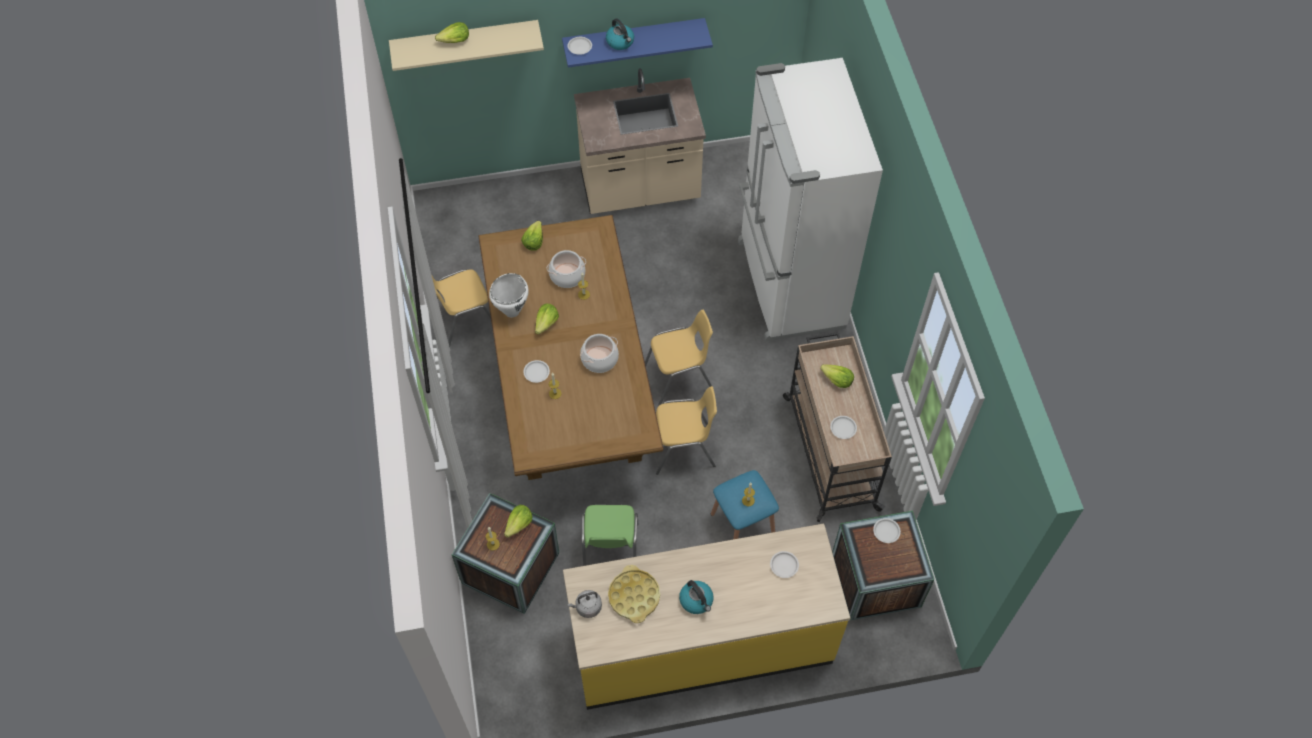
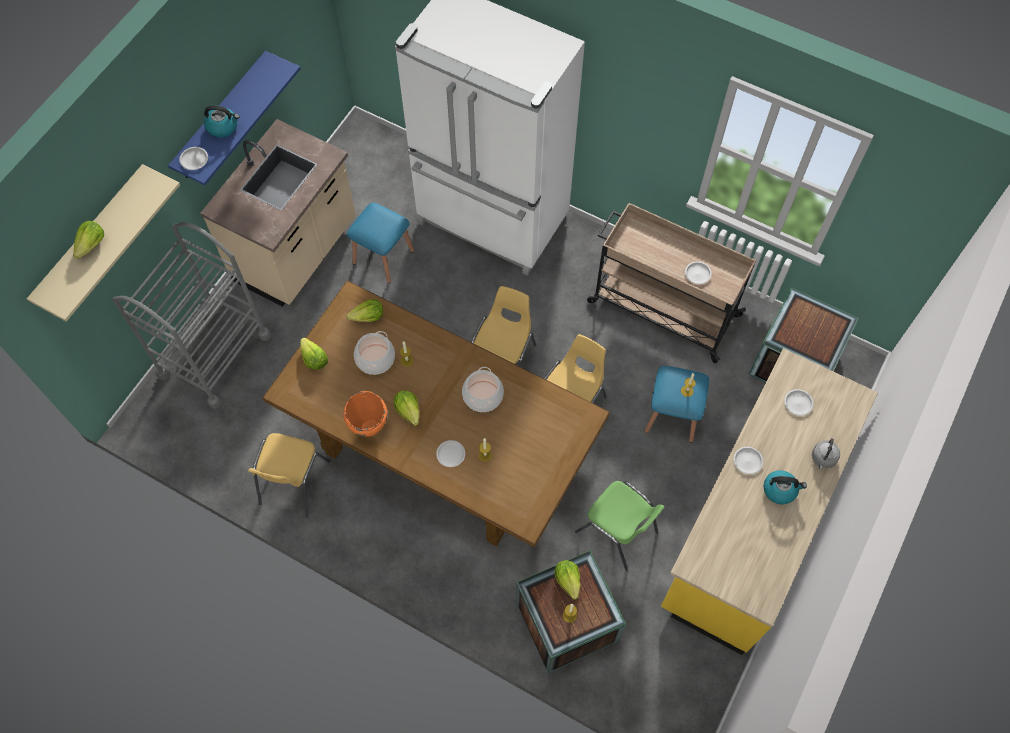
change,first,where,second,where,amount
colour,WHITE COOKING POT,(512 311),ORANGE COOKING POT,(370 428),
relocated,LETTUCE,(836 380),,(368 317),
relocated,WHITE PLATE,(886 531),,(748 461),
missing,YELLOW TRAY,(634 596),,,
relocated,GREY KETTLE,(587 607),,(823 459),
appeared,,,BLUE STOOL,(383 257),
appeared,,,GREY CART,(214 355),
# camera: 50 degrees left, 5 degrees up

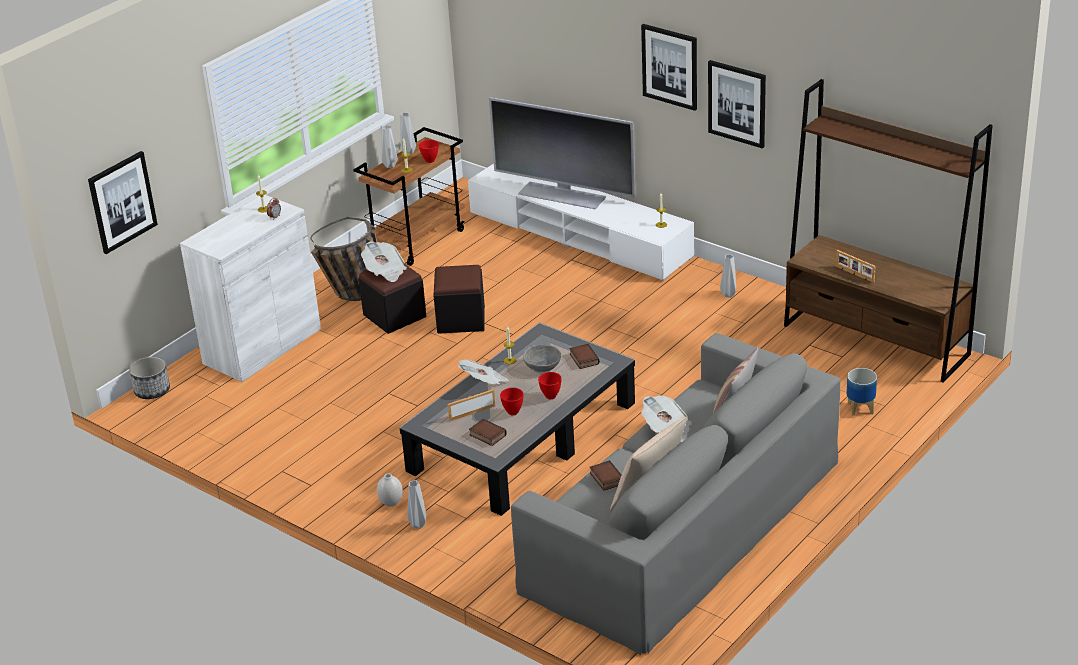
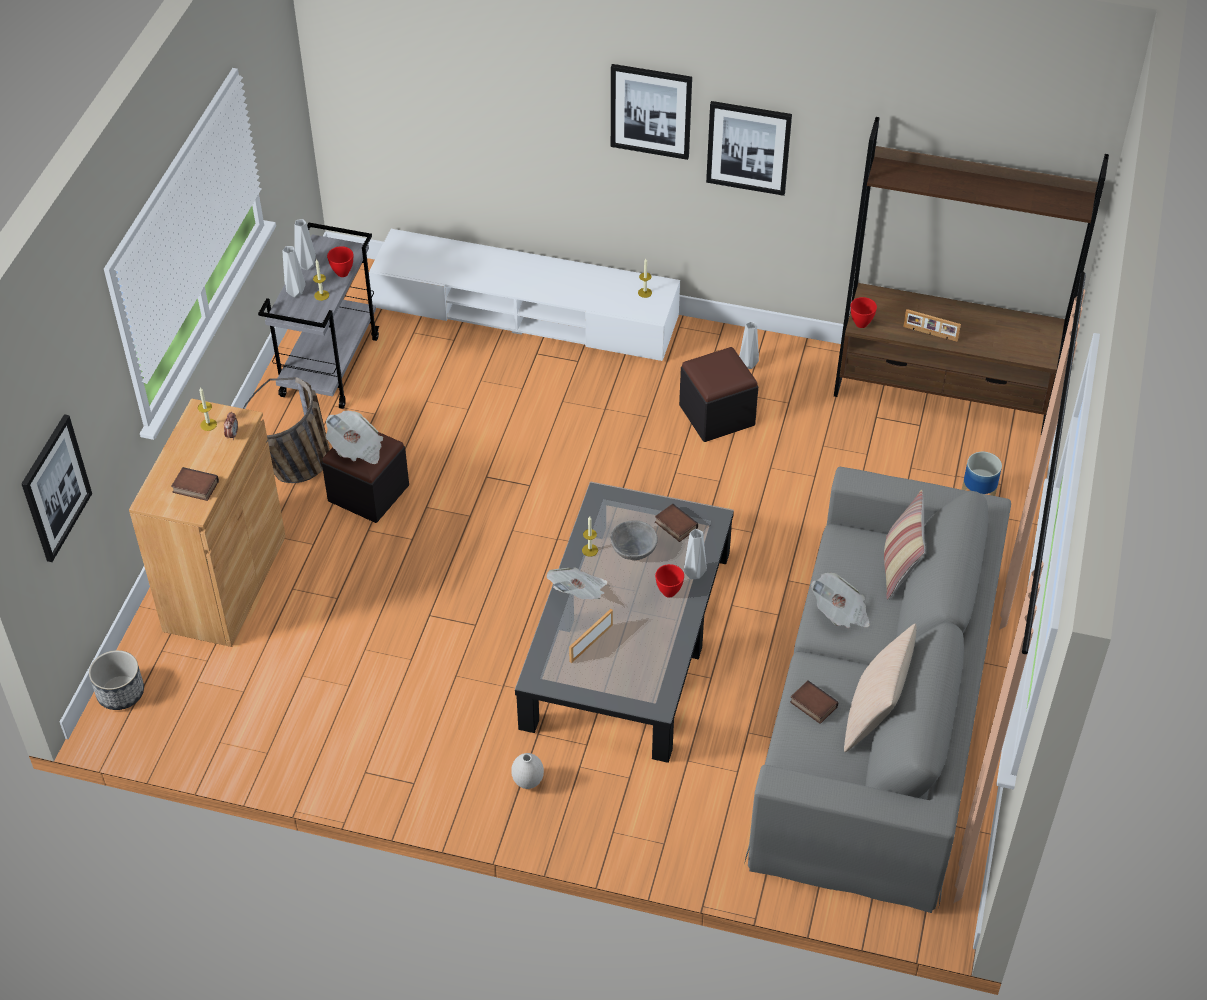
change,first,where,second,where,amount
missing,TELEVISION,(562 194),,,
colour,BROWN CART,(417 240),GREY CART,(329 366),
colour,WHITE CABINET,(262 346),BROWN CABINET,(225 583),
relocated,BLACK OTTOMAN,(461 319),,(717 415),
relocated,RED BOWL,(512 412),,(861 324),
relocated,BOOK,(486 435),,(194 487),
relocated,GREY VASE,(417 525),,(693 574),
# camera: 25 degrees left, 15 degrees up

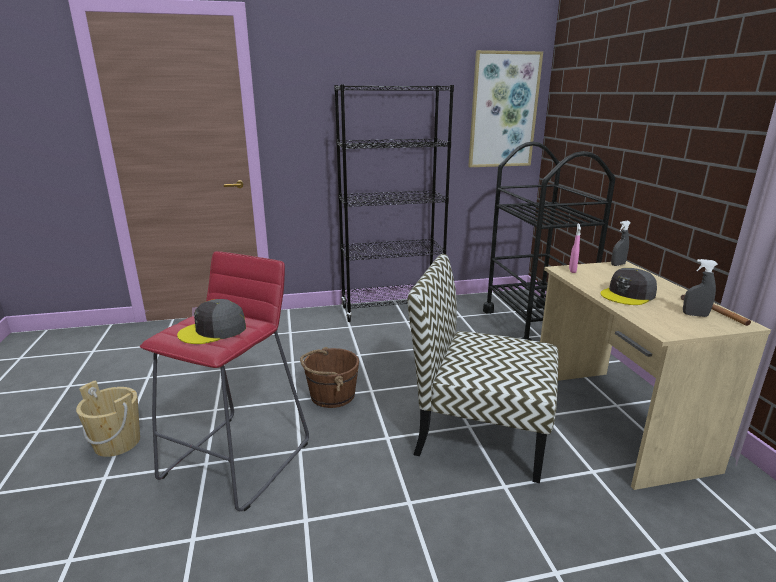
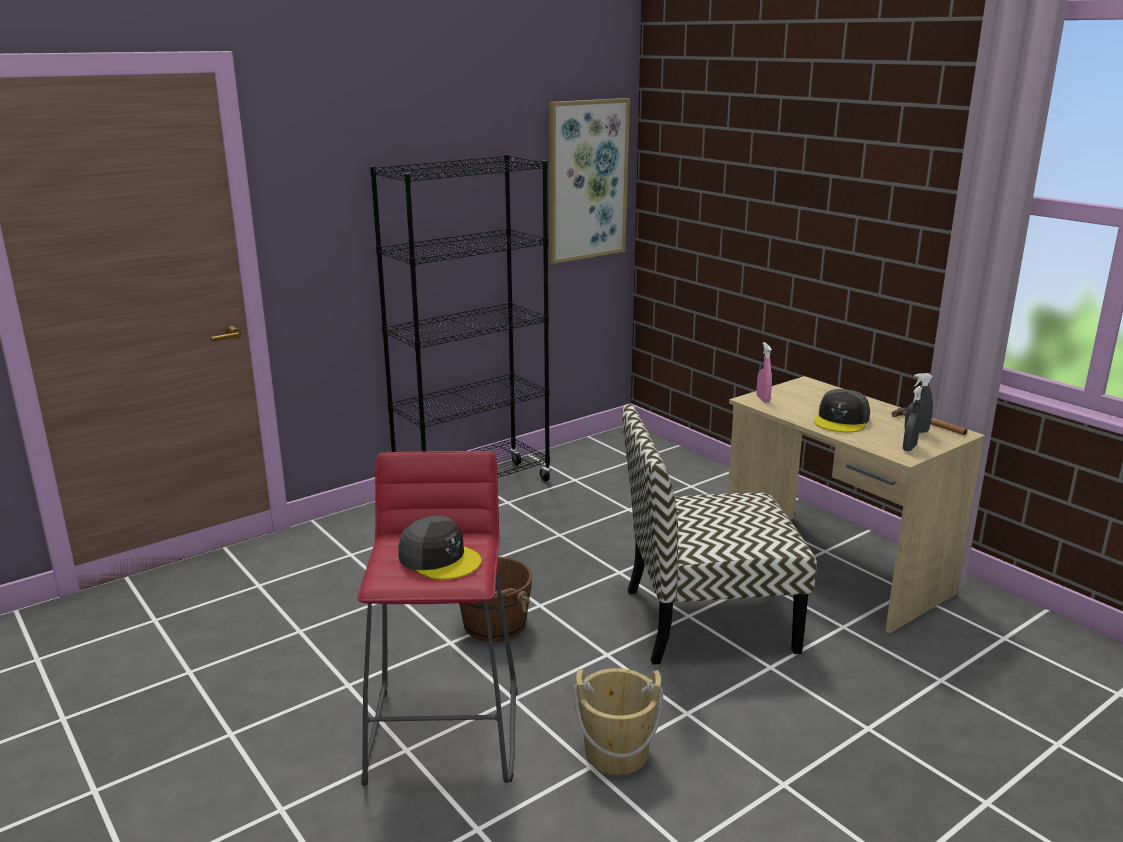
change,first,where,second,where,amount
missing,BLACK CART,(534 326),,,
relocated,GREY SPRAY BOTTLE,(618 264),,(909 448),
spun,GREY CAP,(213 330),,(439 559),90 degrees counterclockwise
relocated,BEIGE BUCKET,(117 443),,(616 753),
# camera: 25 degrees left, 0 degrees up

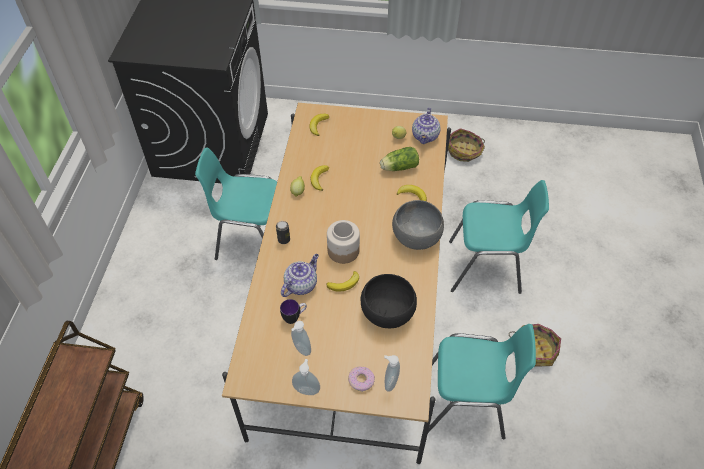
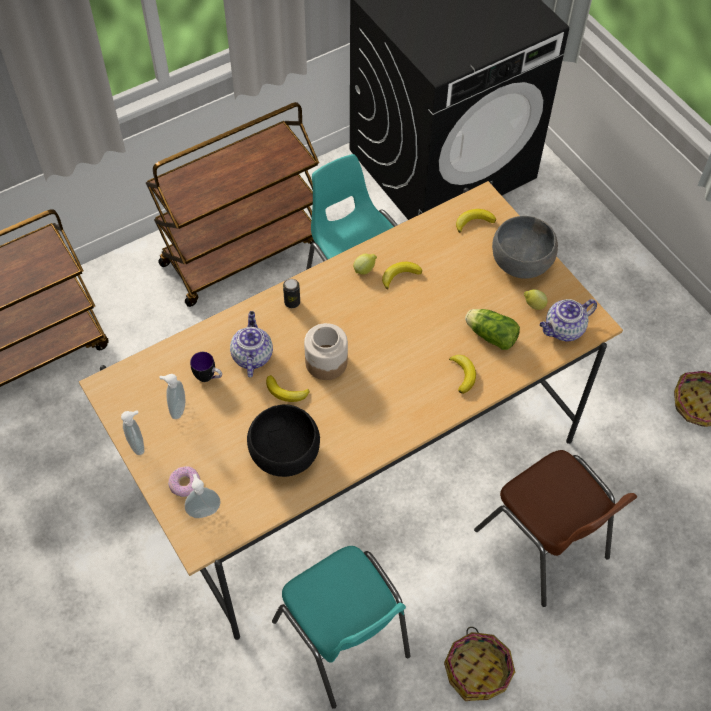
change,first,where,second,where,amount
colour,TURQUOISE CHAIR,(486 268),BROWN CHAIR,(544 546),
relocated,GREY BOWL,(416 236),,(522 262),
spun,TEAPOT,(301 284),,(252 355),90 degrees counterclockwise
appeared,,,BROWN CART,(242 252),
# camera: 50 degrees right, 5 degrees up

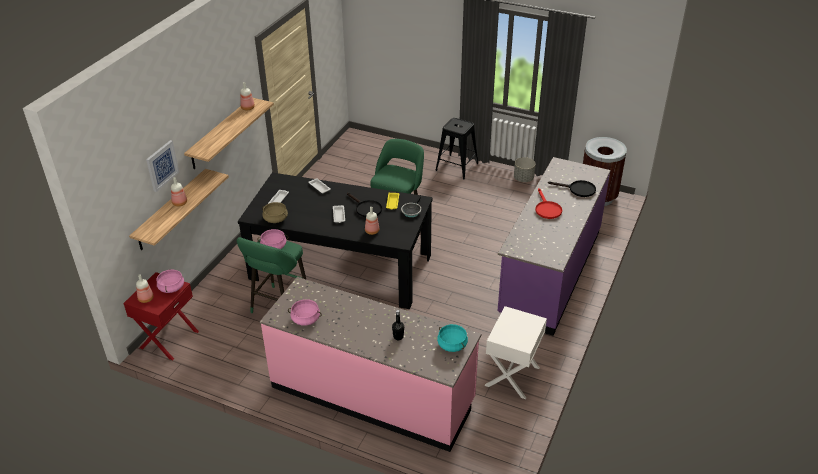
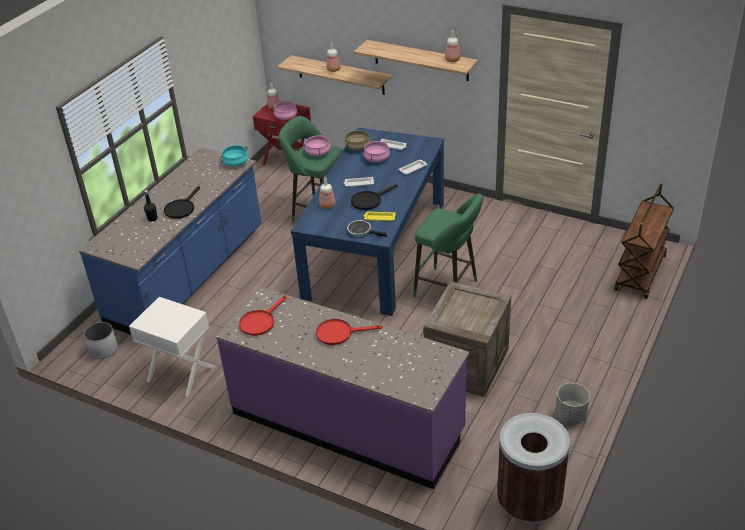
change,first,where,second,where,amount
missing,BLACK STOOL,(456 167),,,
missing,PICTURE,(162 165),,,
colour,BLACK DINING TABLE,(341 267),BLUE DINING TABLE,(376 249),
relocated,BLACK FRYING PAN,(578 190),,(181 208),
colour,PINK COUNTER,(372 394),BLUE COUNTER,(188 276),
relocated,PINK COOKING POT,(305 319),,(376 158),
relocated,TURQUOISE COOKING POT,(452 345),,(235 163),
appeared,,,BROWN CART,(640 273),
appeared,,,CRATE,(467 363),
appeared,,,RED FRYING PAN,(260 321),
appeared,,,WHITE PLANTER,(103 350),
# camera: 95 degrees right, 0 degrees up

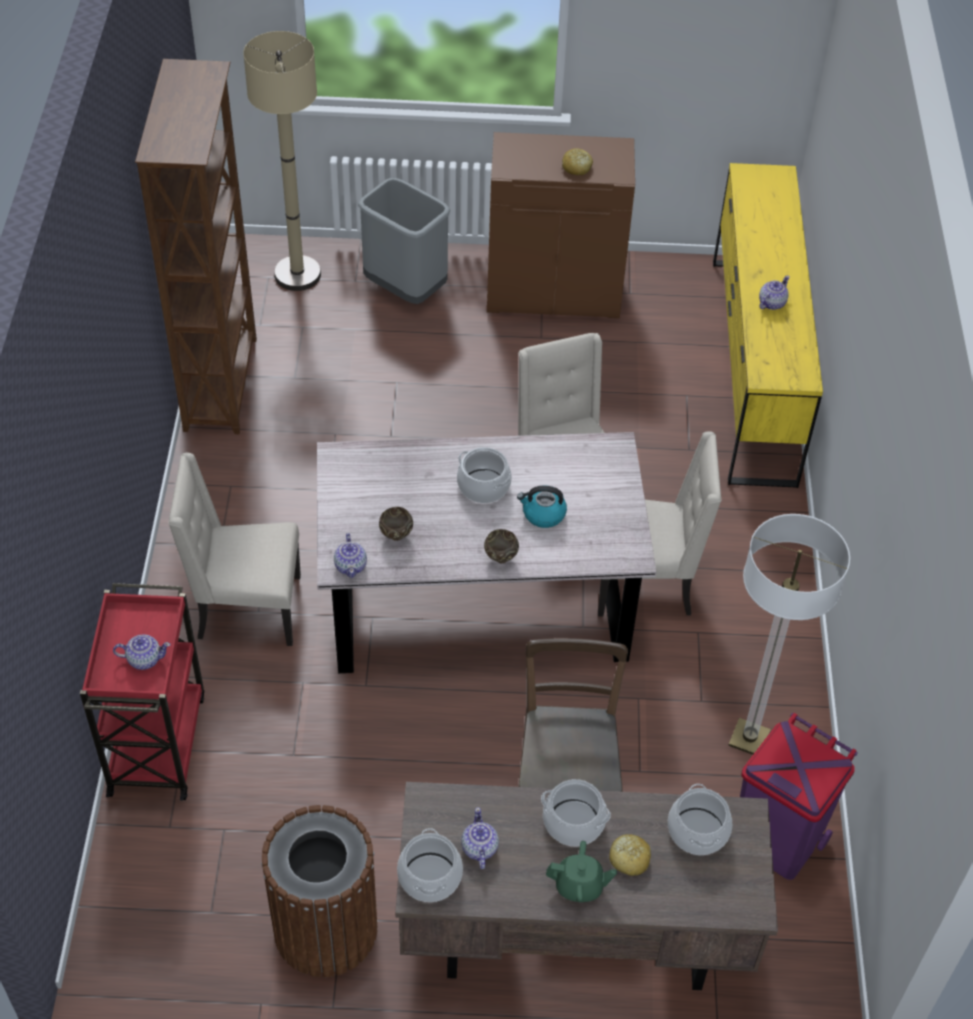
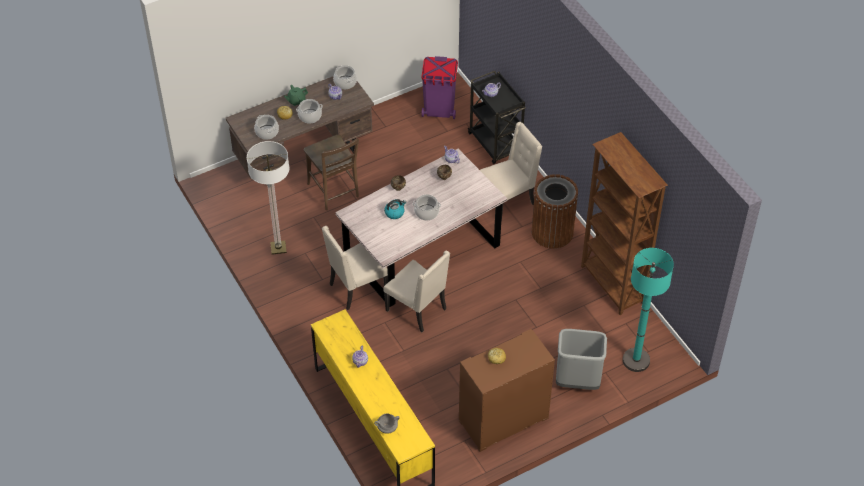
change,first,where,second,where,amount
colour,BEIGE FLOOR LAMP,(297 274),TURQUOISE FLOOR LAMP,(636 360),
colour,RED CART,(157 742),BLACK CART,(495 144),
relocated,PURPLE TRASH CAN,(776 839),,(439 110),
relocated,BROWN TRASH CAN,(325 928),,(552 232),
appeared,,,GREY COOKING POT,(387 428),
# camera: 150 degrees right, 0 degrees up

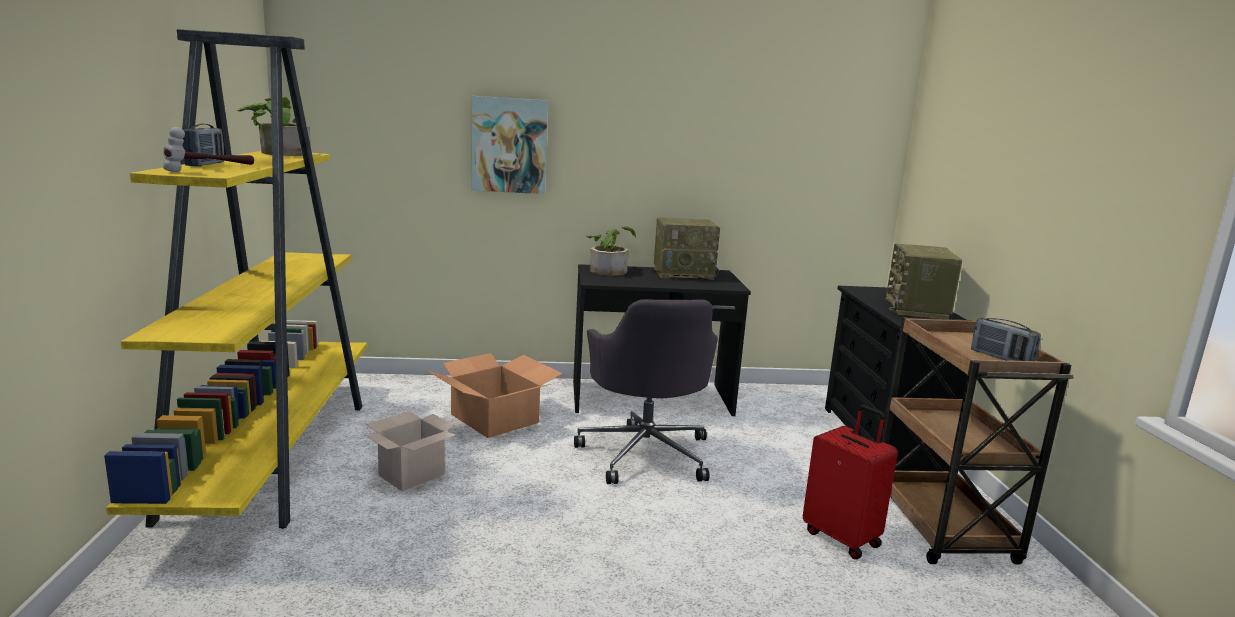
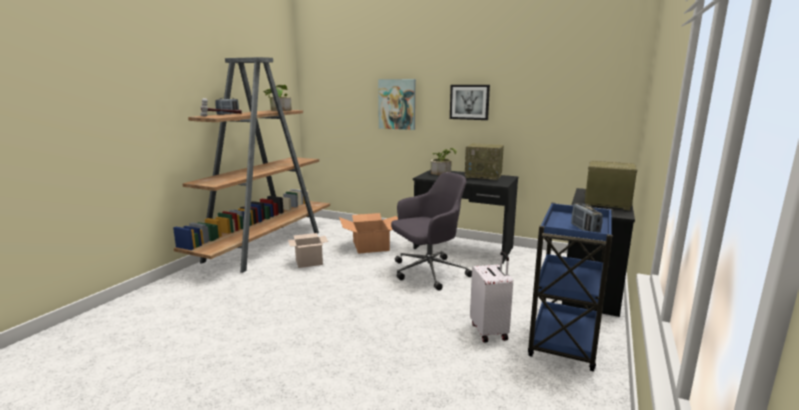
change,first,where,second,where,amount
colour,YELLOW BOOKCASE,(273 454),BROWN BOOKCASE,(265 246),
spun,RADIO,(917 309),,(606 204),75 degrees clockwise
spun,GREY OFFICE CHAIR,(646 453),,(428 272),135 degrees counterclockwise
colour,BROWN CART,(942 528),BLUE CART,(564 341),
colour,RED SUITCASE,(842 538),WHITE SUITCASE,(490 331),
appeared,,,PICTURE,(469 102),
# camera: 30 degrees right, 0 degrees up

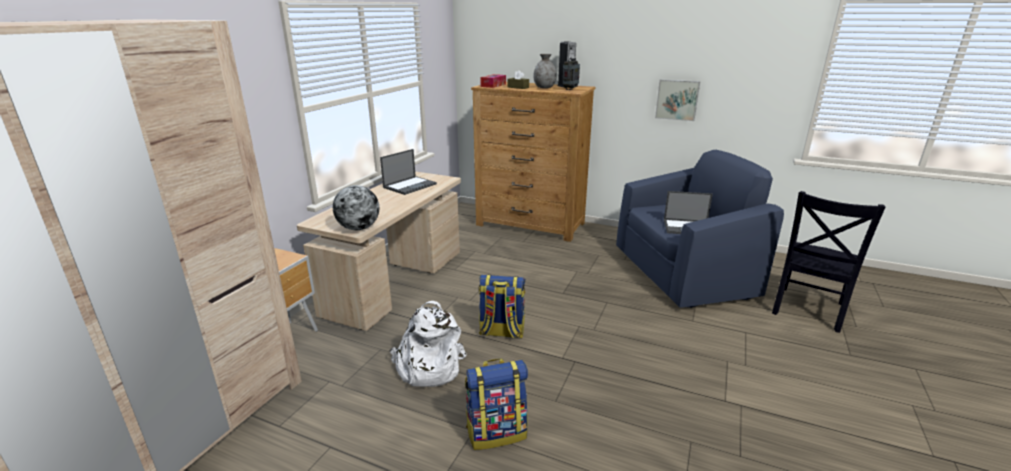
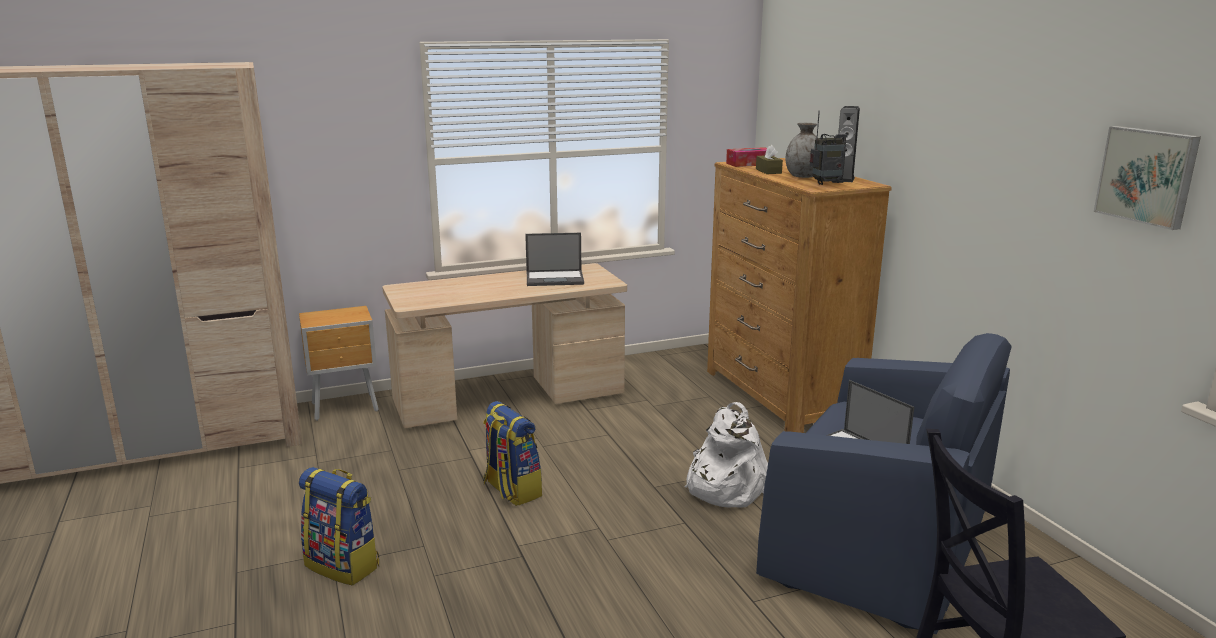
change,first,where,second,where,amount
relocated,PICTURE,(677 99),,(1147 176),
missing,GLOBE,(359 228),,,
relocated,WHITE BACKPACK,(428 367),,(724 487),
# camera: 45 degrees right, 5 degrees down

